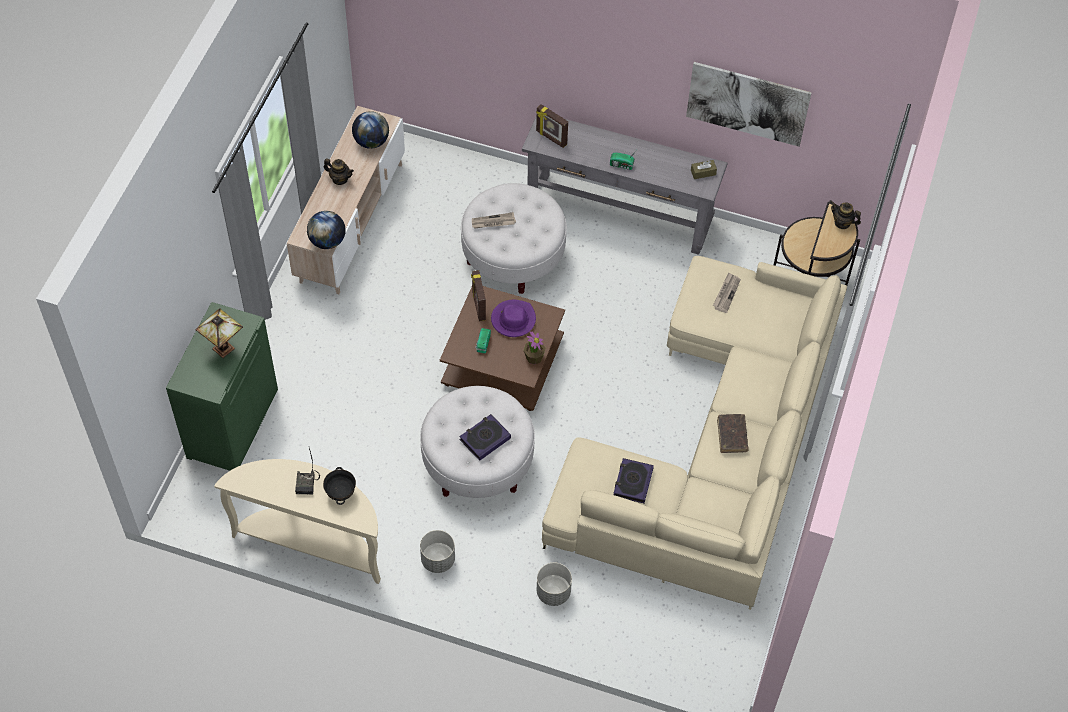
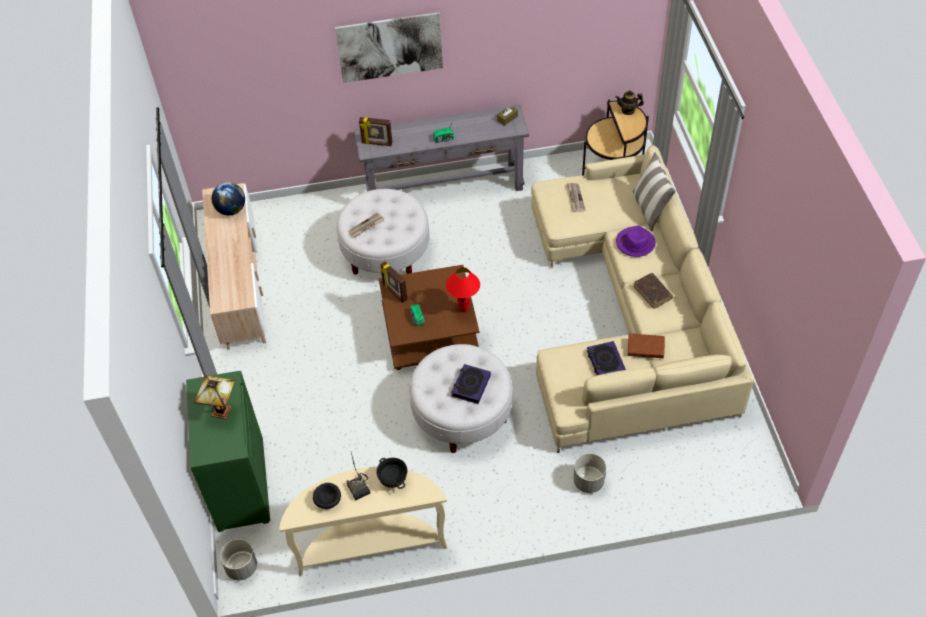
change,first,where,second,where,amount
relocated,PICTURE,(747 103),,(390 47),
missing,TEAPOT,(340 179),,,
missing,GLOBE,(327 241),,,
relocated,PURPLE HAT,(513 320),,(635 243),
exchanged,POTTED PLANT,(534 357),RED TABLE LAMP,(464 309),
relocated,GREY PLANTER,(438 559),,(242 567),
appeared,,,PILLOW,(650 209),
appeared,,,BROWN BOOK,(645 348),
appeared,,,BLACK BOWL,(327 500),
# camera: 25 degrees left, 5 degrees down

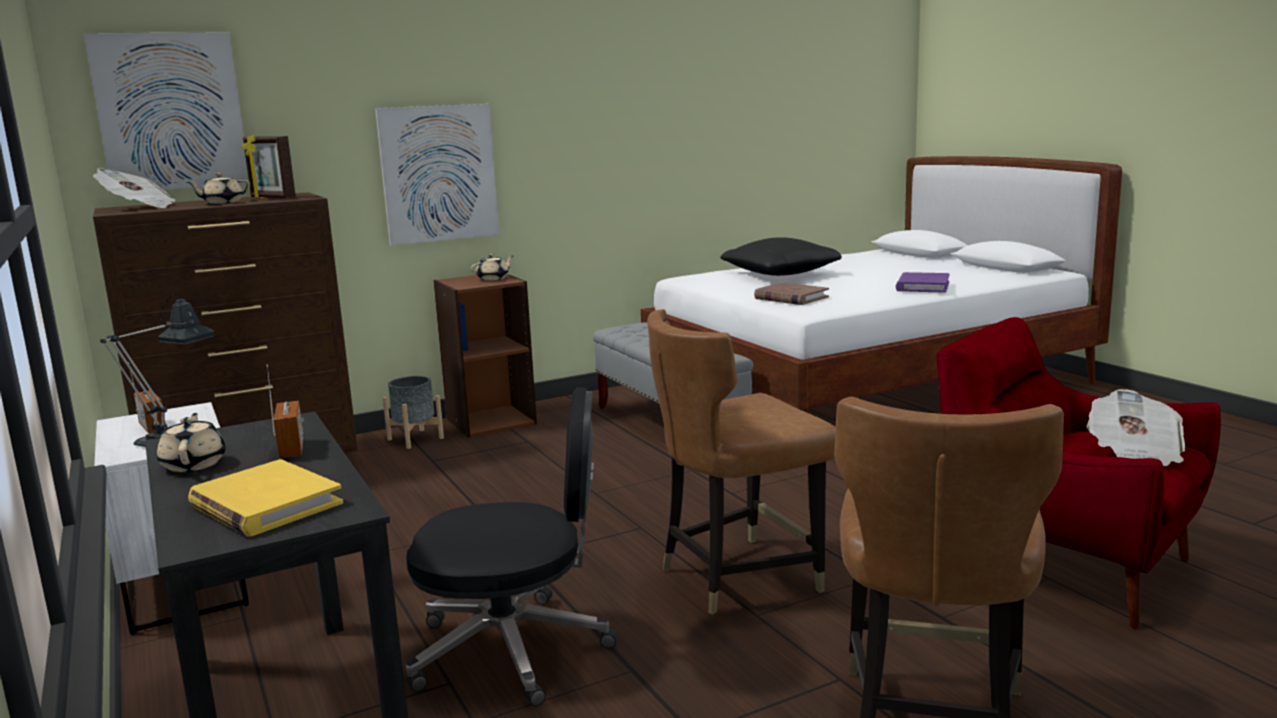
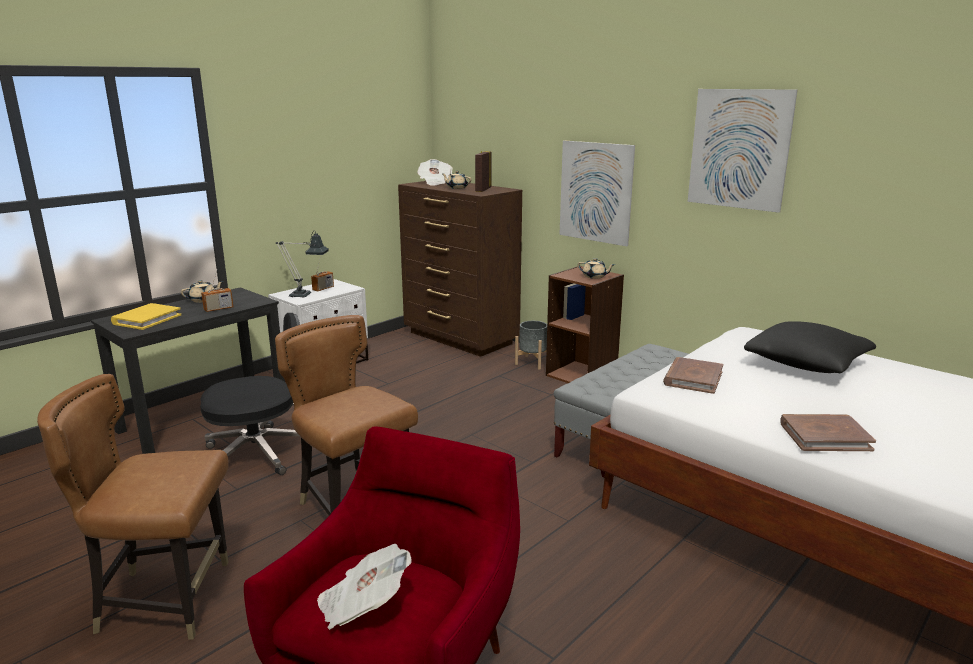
change,first,where,second,where,amount
relocated,PICTURE,(170 112),,(739 149),
colour,PURPLE BOOK,(922 286),BROWN BOOK,(824 436),
spun,BLACK OFFICE CHAIR,(514 649),,(261 452),90 degrees counterclockwise
# camera: 70 degrees right, 5 degrees up

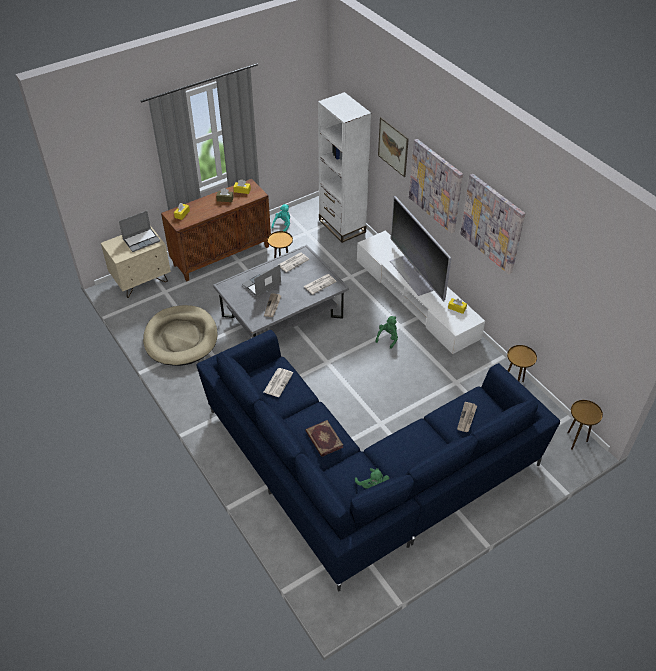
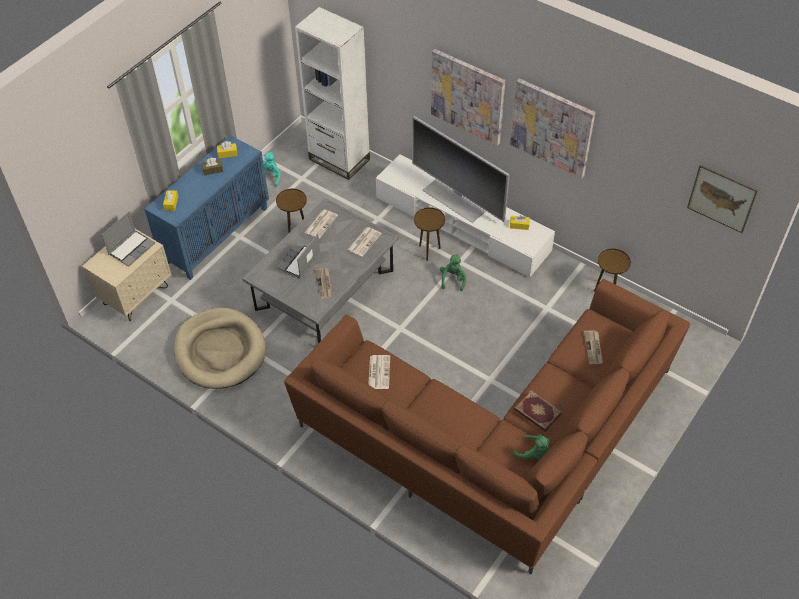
change,first,where,second,where,amount
relocated,PICTURE,(393 147),,(722 198),
colour,BROWN CABINET,(222 255),BLUE CABINET,(216 235),
colour,BLUE SOFA,(362 475),BROWN SOFA,(497 442),
relocated,BROWN SIDE TABLE,(575 441),,(429 251),
relocated,BOOK,(323 439),,(537 412),
# camera: 20 degrees left, 5 degrees up

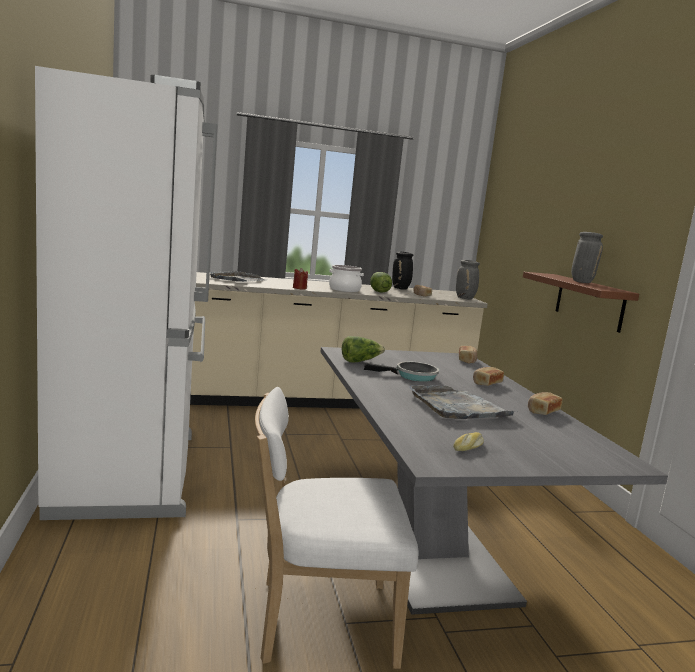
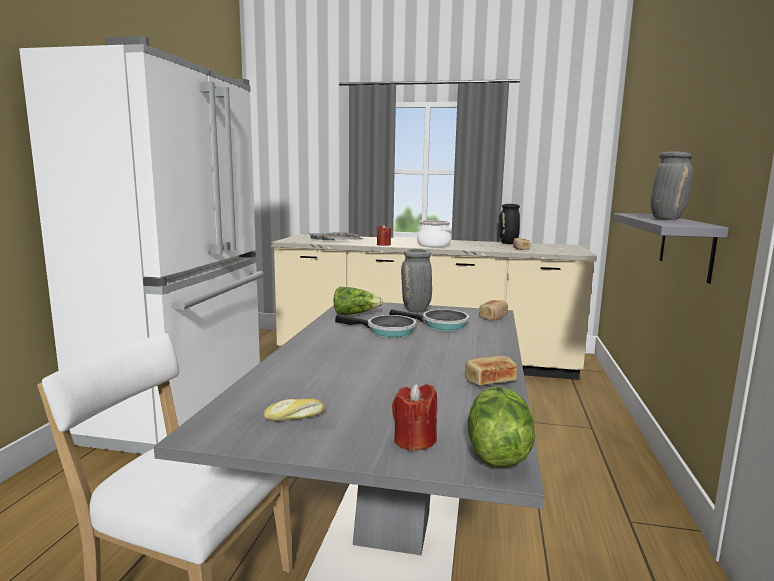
change,first,where,second,where,amount
relocated,GREY VASE,(465 298),,(416 310),
relocated,LETTUCE,(378 291),,(496 452),
colour,BROWN SHELF,(589 302),GREY SHELF,(686 245),
missing,BREAD,(486 383),,,
missing,GREY TRAY,(457 406),,,
appeared,,,FRYING PAN,(440 325),
appeared,,,RED CANDLE,(414 441),
# camera: 25 degrees right, 0 degrees up

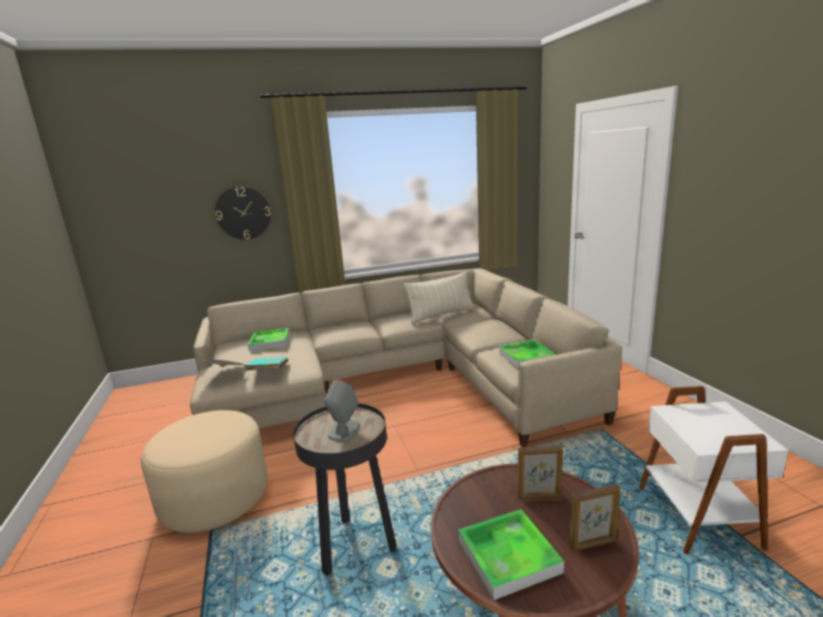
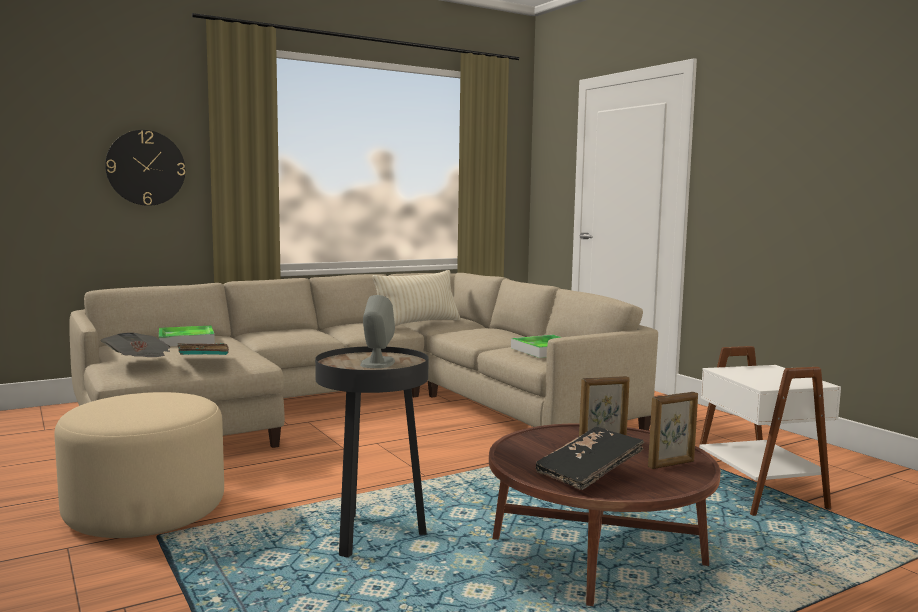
change,first,where,second,where,amount
exchanged,TRAY,(508 556),BLACK BOOK,(588 473),
# camera: 15 degrees left, 10 degrees down

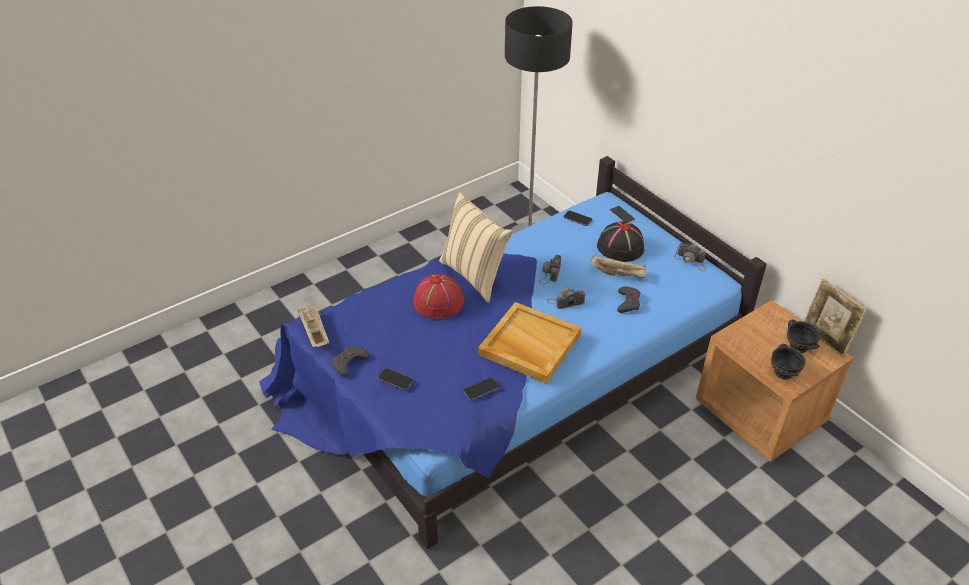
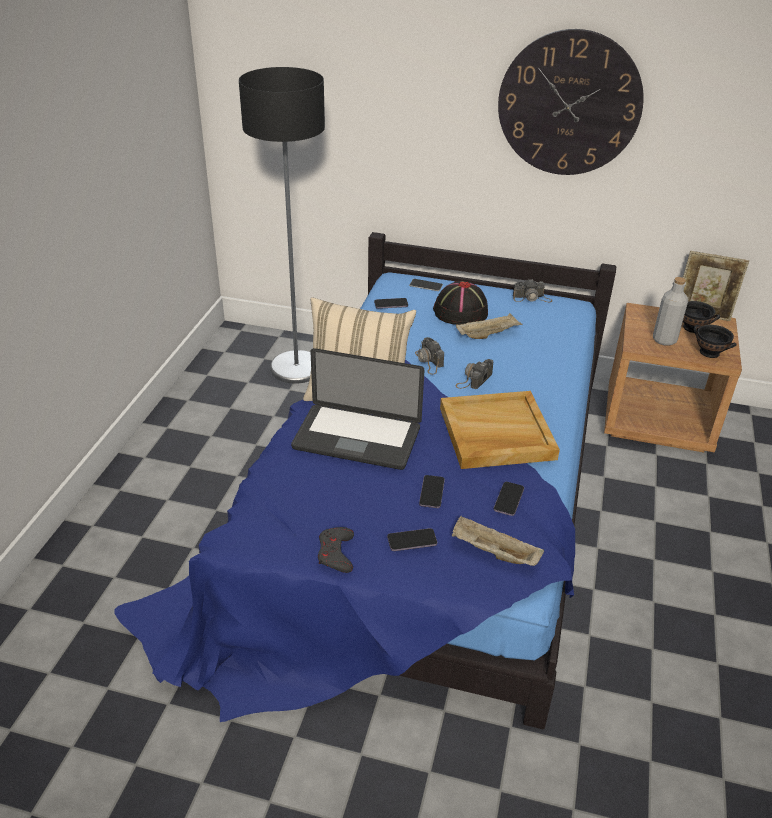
change,first,where,second,where,amount
exchanged,RED HAT,(439 302),LAPTOP,(357 438),
missing,GREY GAME CONTROLLER,(628 302),,,
relocated,BEIGE TRAY,(314 333),,(493 553),
appeared,,,WALL CLOCK,(569 104),
appeared,,,GREY BOTTLE,(664 340),
appeared,,,PHONE,(431 492),
# camera: 40 degrees left, 5 degrees down

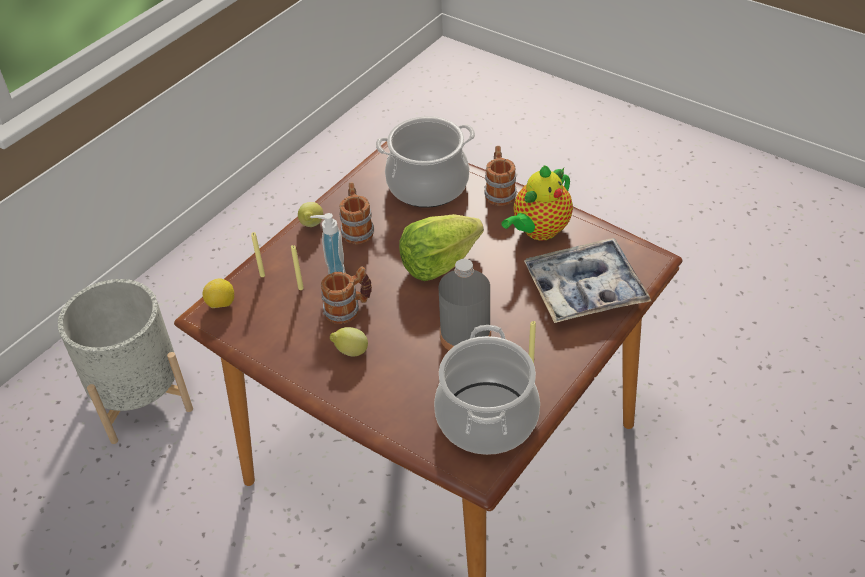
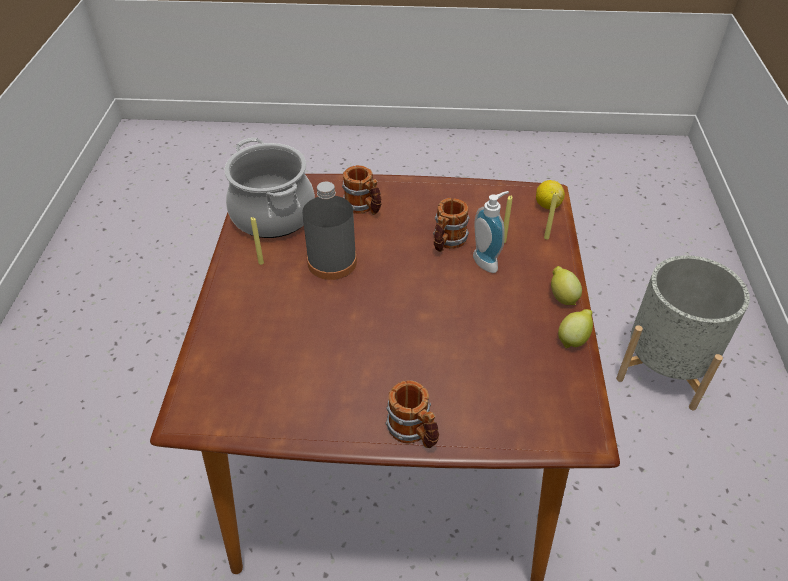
change,first,where,second,where,amount
missing,COOKING POT,(427 185),,,
missing,TEAPOT,(538 231),,,
relocated,MUG,(357 228),,(363 207),
missing,LETTUCE,(438 263),,,
missing,TRAY,(585 289),,,
relocated,LEMON,(350 352),,(573 339),
# camera: 145 degrees right, 0 degrees up

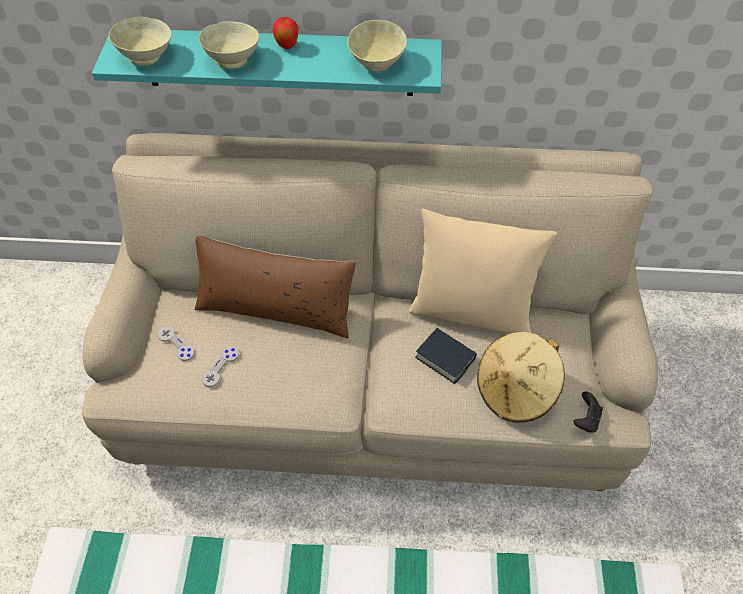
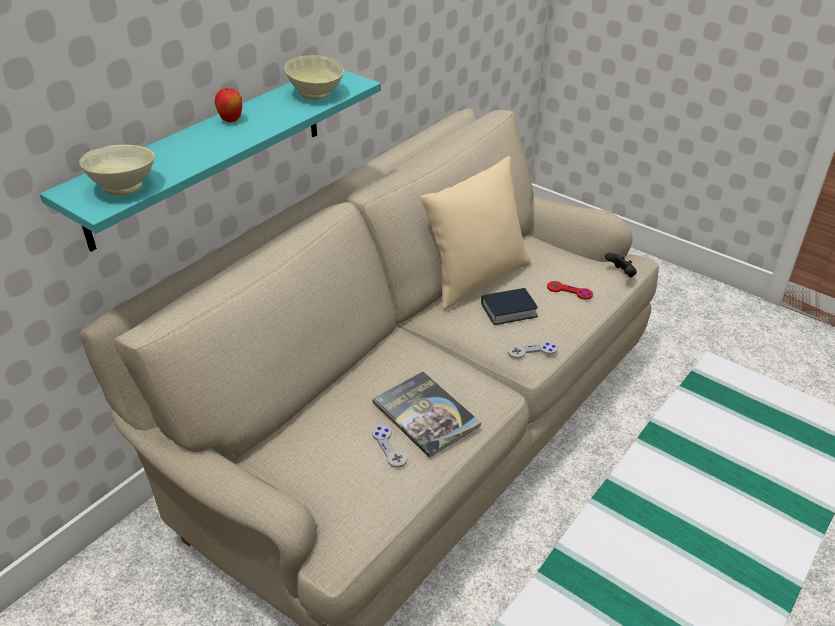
change,first,where,second,where,amount
missing,BEIGE BOWL,(234 60),,,
missing,BROWN PILLOW,(276 307),,,
relocated,GREY GAME CONTROLLER,(176 344),,(532 351),
exchanged,BEIGE HAT,(515 390),RED GAME CONTROLLER,(569 291),
appeared,,,BOOK,(426 414),
# camera: 55 degrees left, 15 degrees down

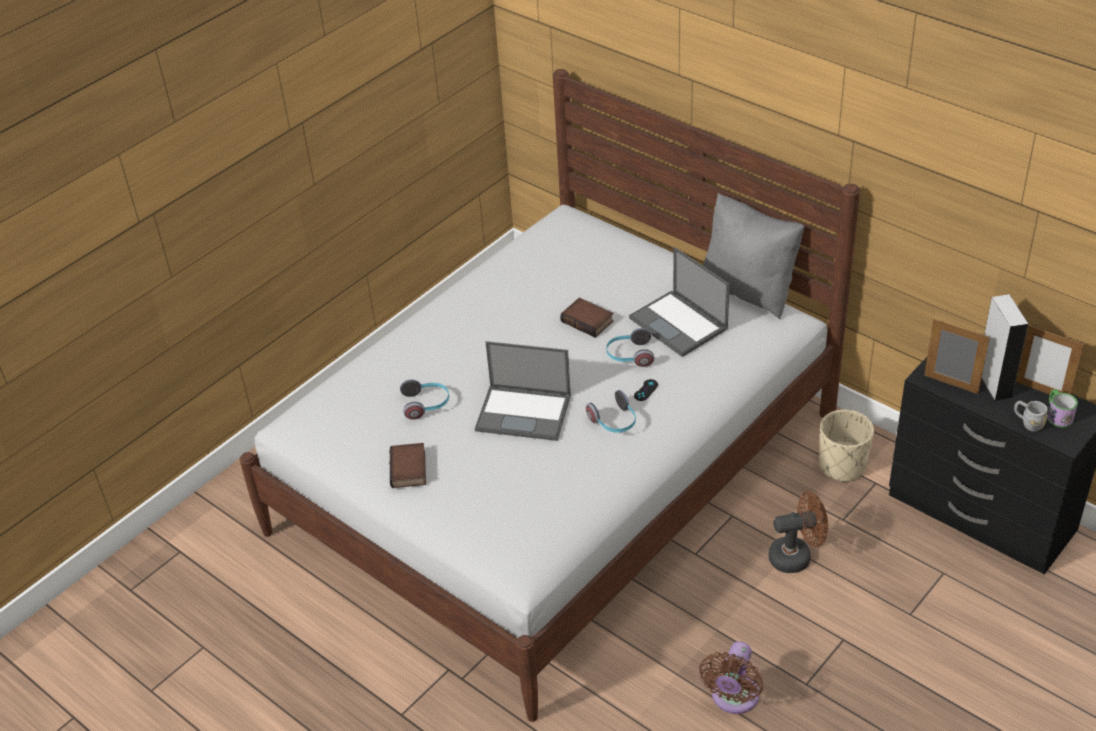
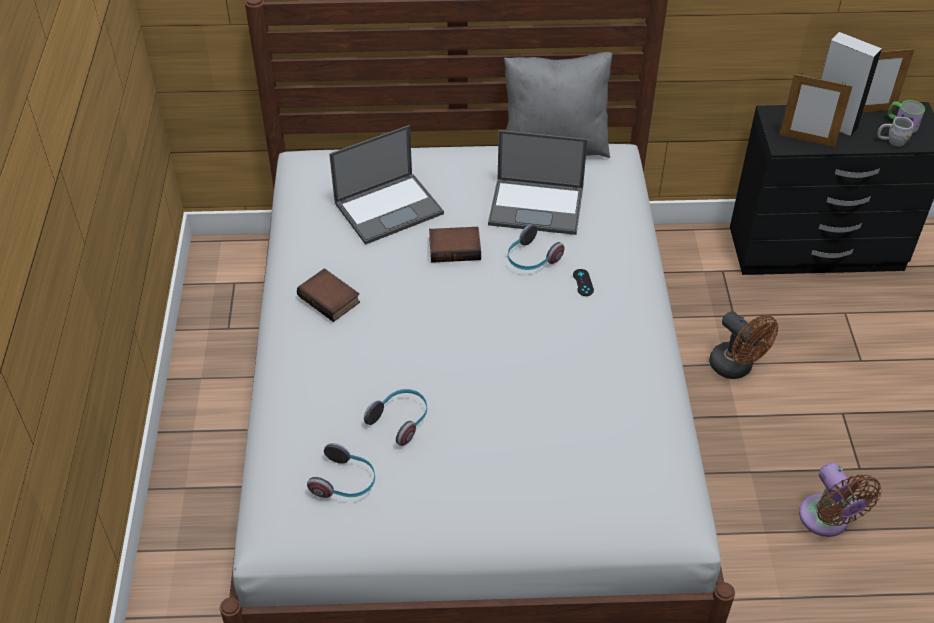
change,first,where,second,where,amount
spun,PICTURE FRAME,(951 384),,(807 140),150 degrees counterclockwise
relocated,LAPTOP,(524 412),,(389 207),
relocated,HEADPHONES,(614 422),,(345 482),
missing,BEIGE PLANTER,(842 466),,,
relocated,BOOK,(410 469),,(331 299),
spun,BROWN FAN,(796 556),,(736 368),105 degrees clockwise
# camera: 45 degrees left, 5 degrees up

